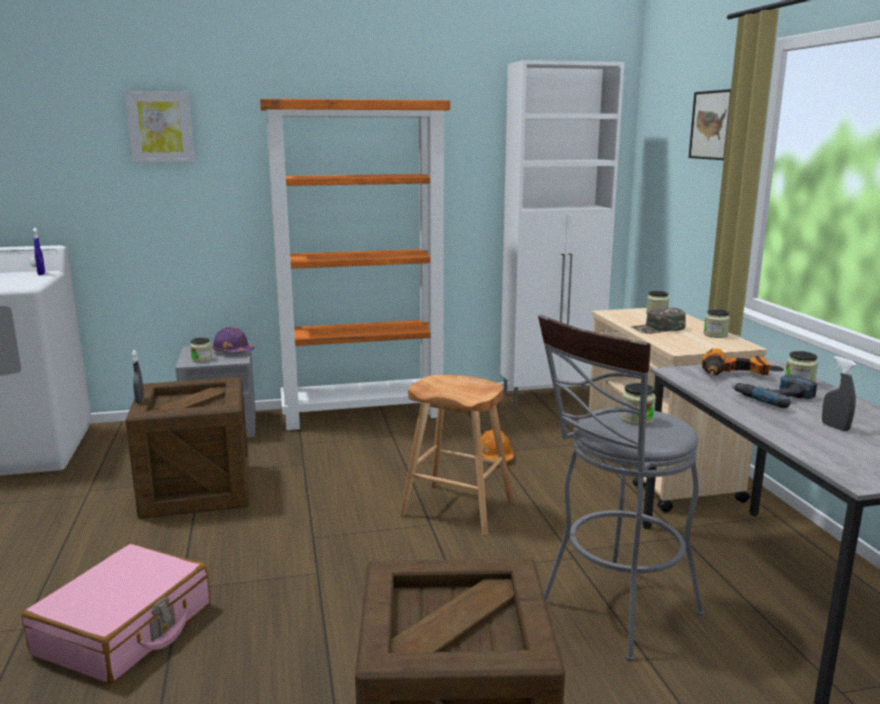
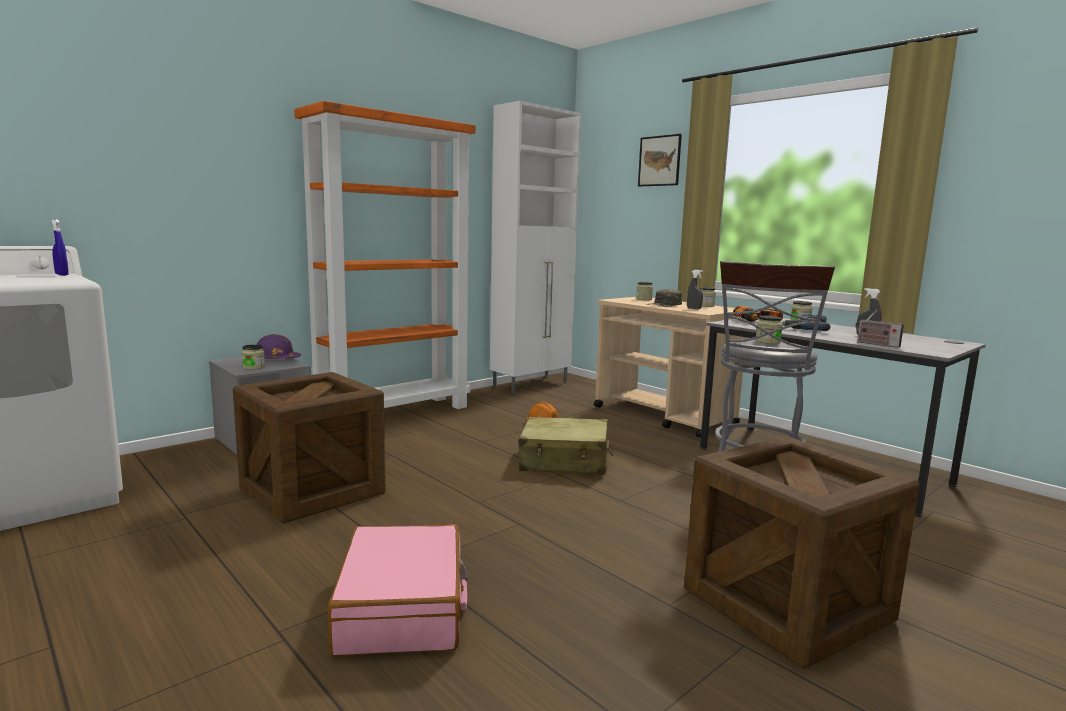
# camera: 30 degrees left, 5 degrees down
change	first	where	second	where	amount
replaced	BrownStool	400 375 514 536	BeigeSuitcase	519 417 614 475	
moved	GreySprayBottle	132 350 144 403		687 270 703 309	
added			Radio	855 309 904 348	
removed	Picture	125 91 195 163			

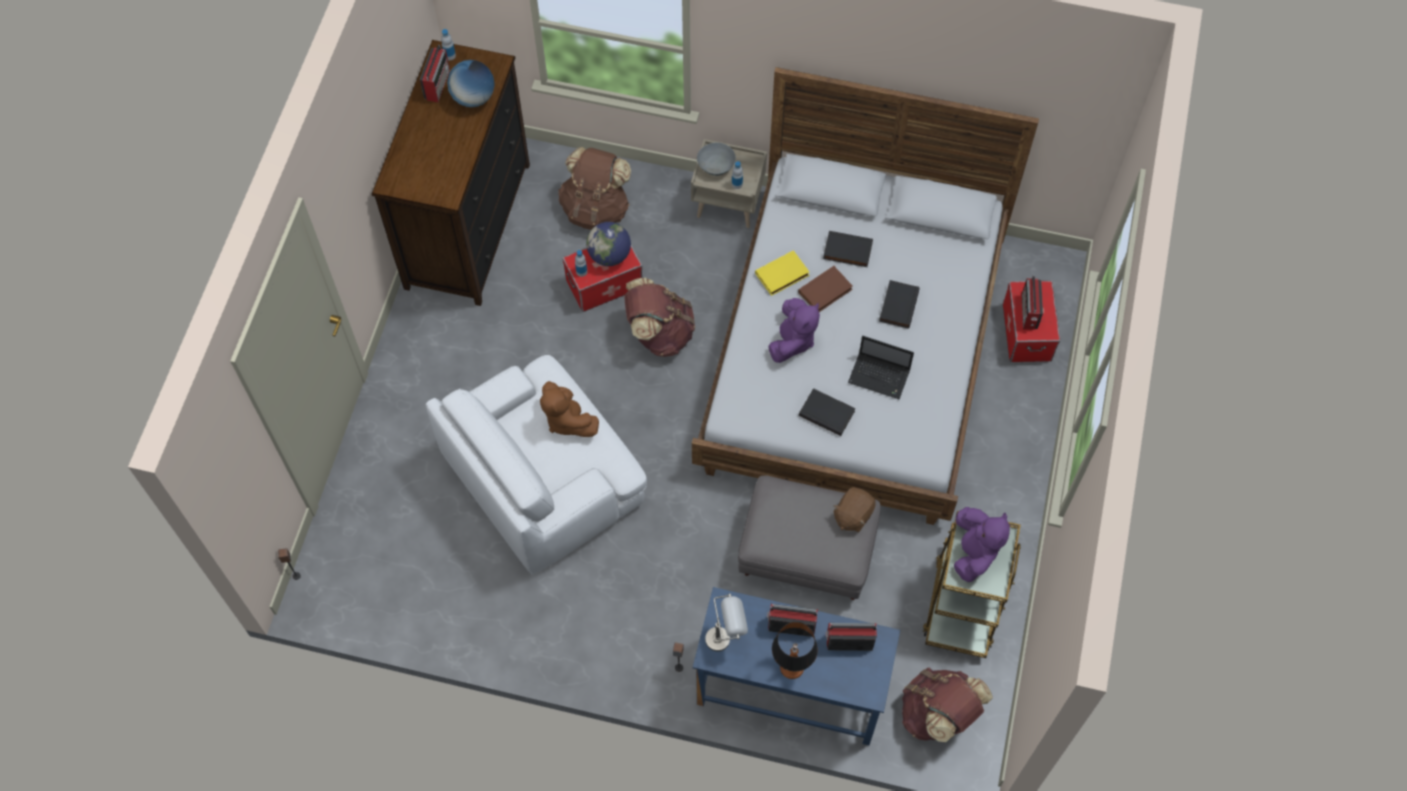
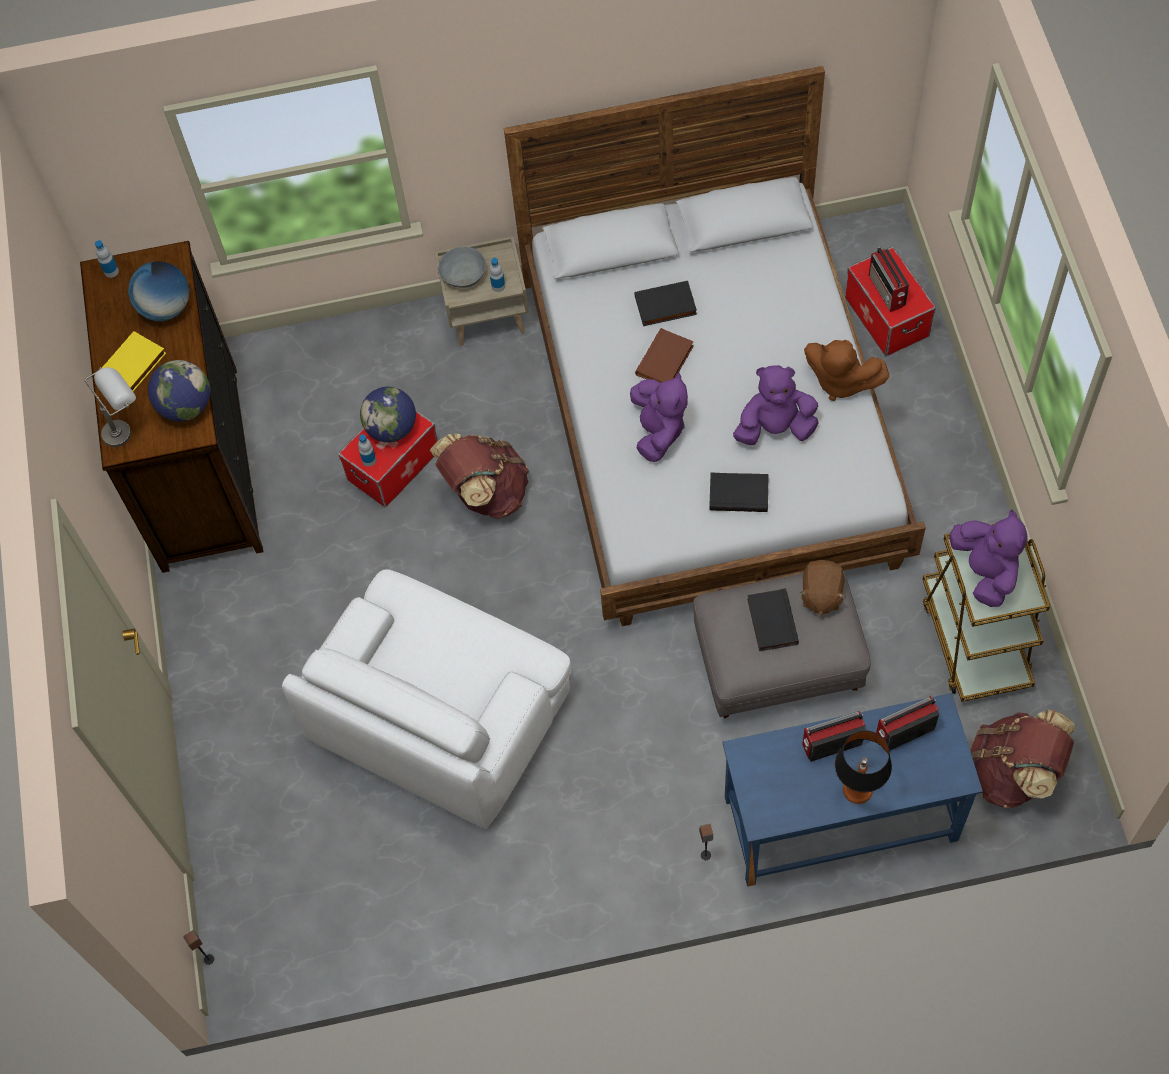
# camera: 20 degrees left, 0 degrees up
change	first	where	second	where	amount
moved	GreyTableLamp	705 593 748 651		85 367 136 447	
moved	YellowBook	755 250 810 296		102 331 166 391	
added			Globe	148 360 210 421	
replaced	Laptop	848 336 914 400	PurplePlushToy	733 365 819 445	
moved	BlackBook	879 280 920 329		747 588 799 651	
moved	BrownPlushToy	540 381 599 437		804 340 890 401	
removed	Radio	420 45 450 102			
removed	BrownBackpack	558 147 631 230			

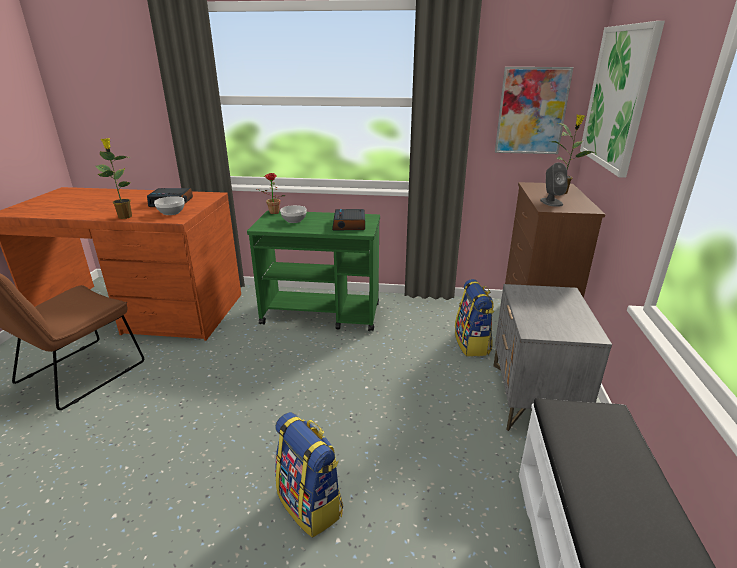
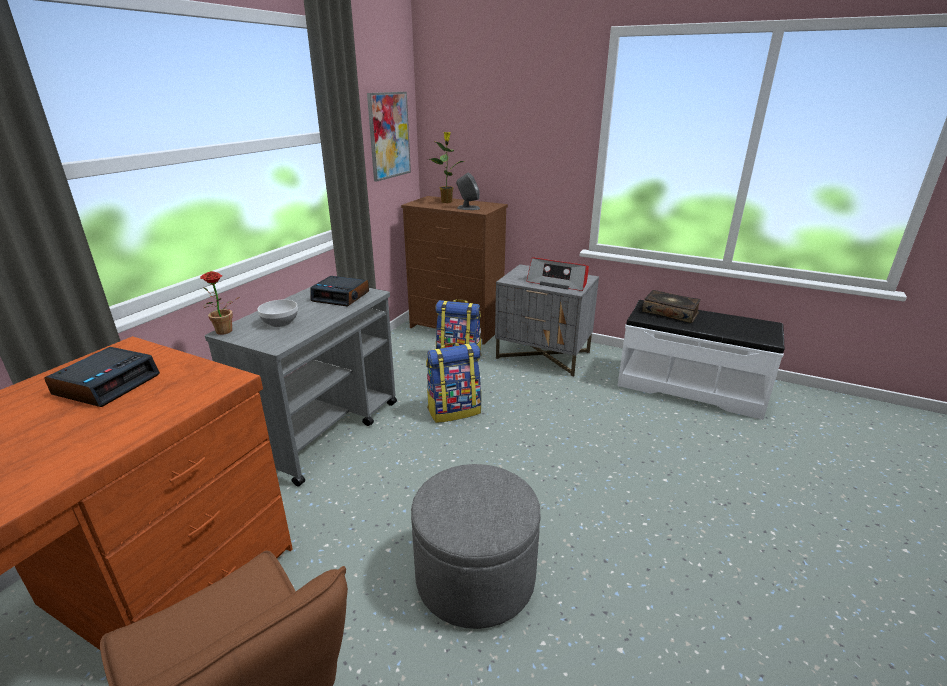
# camera: 70 degrees left, 0 degrees up
change	first	where	second	where	amount
recoloured	GreenCart	247 210 380 331	GreyCart	205 286 397 487	
added			GreyOttoman	411 464 541 629	
moved	Backpack	275 412 343 538		426 343 481 423	
added			Radio	527 258 589 291	
added			Book	642 290 701 323	
removed	PottedPlant	96 138 132 219			
removed	Bowl	154 196 185 215			
removed	Picture	580 21 665 178			

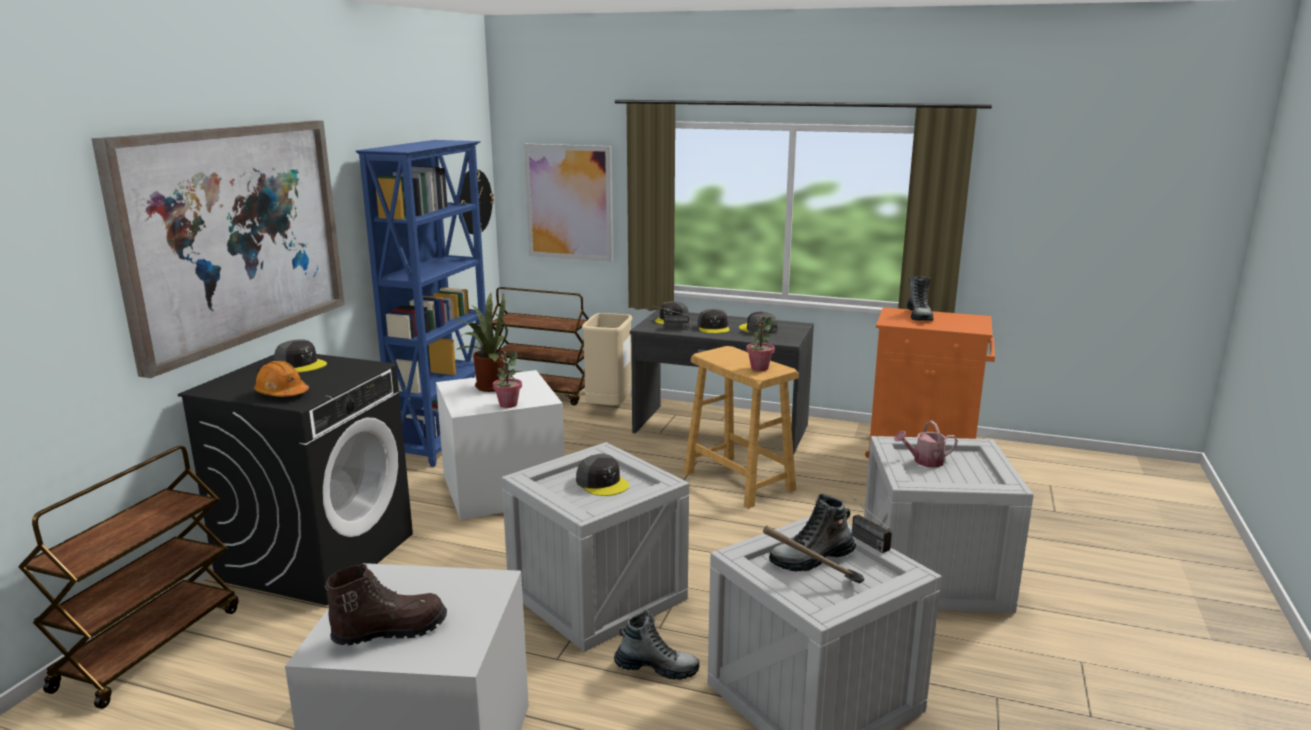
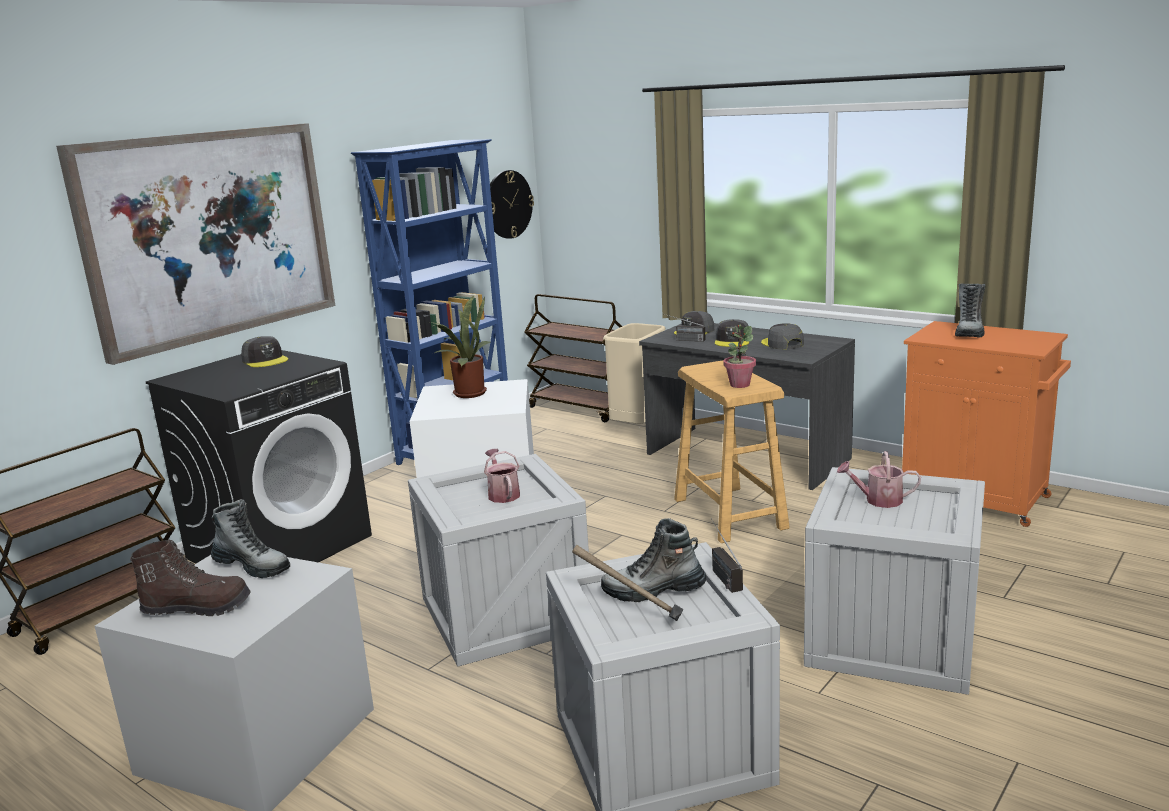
# camera: 20 degrees right, 0 degrees up
change	first	where	second	where	amount
moved	Boot	614 610 700 680		211 499 290 578	
replaced	GreyCap	576 454 629 496	WateringCan	484 449 520 503	
removed	OrangeHardHat	254 361 309 397			
removed	PottedPlant	493 351 522 408			
removed	Picture	524 144 613 262			

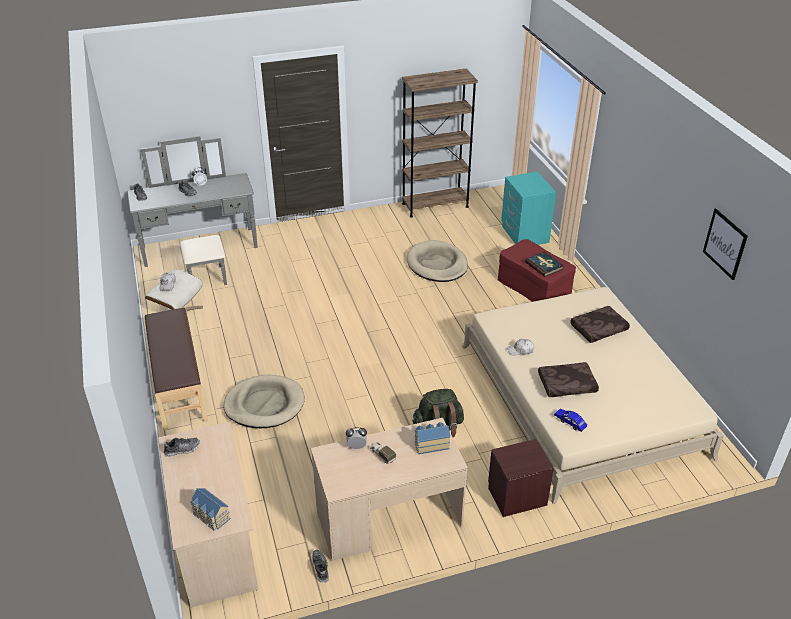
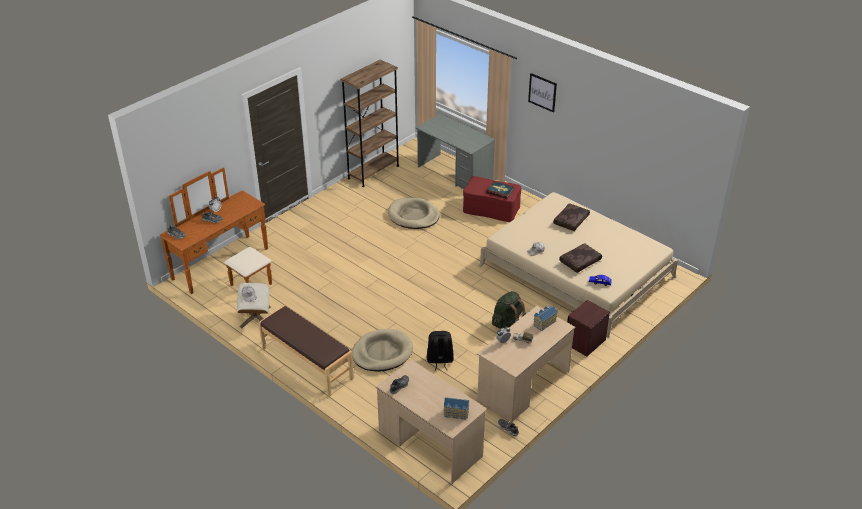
# camera: 30 degrees left, 0 degrees up
change	first	where	second	where	amount
recoloured	GreyDresser	127 136 258 285	BrownDresser	159 167 272 294	
replaced	TurquoiseNightstand	501 172 556 245	GreyDesk	416 114 495 189	
added			BlackBackpack	427 331 454 371	
moved	Picture	703 208 748 280		528 73 557 113	

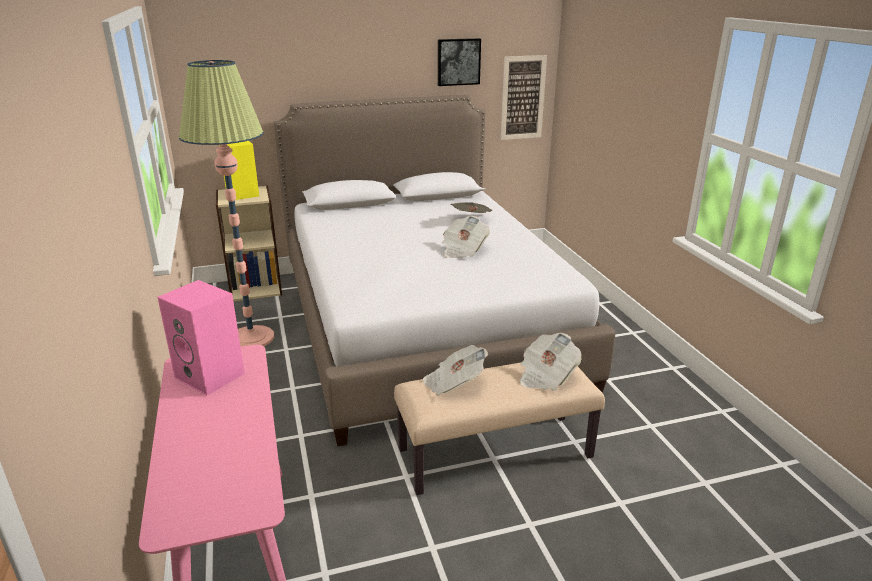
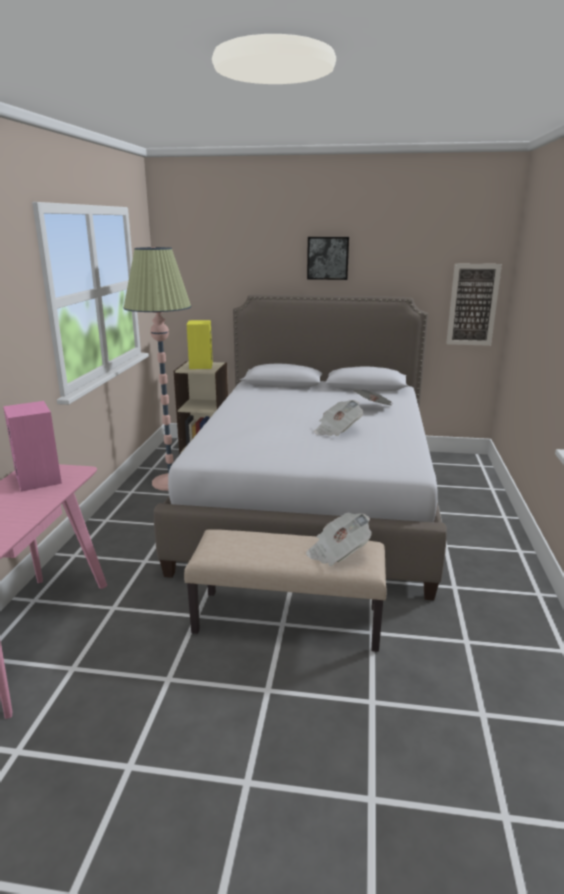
# camera: 25 degrees right, 5 degrees down
change	first	where	second	where	amount
moved	Picture	438 38 481 86		307 237 349 280	
removed	Newspaper	422 345 488 396			

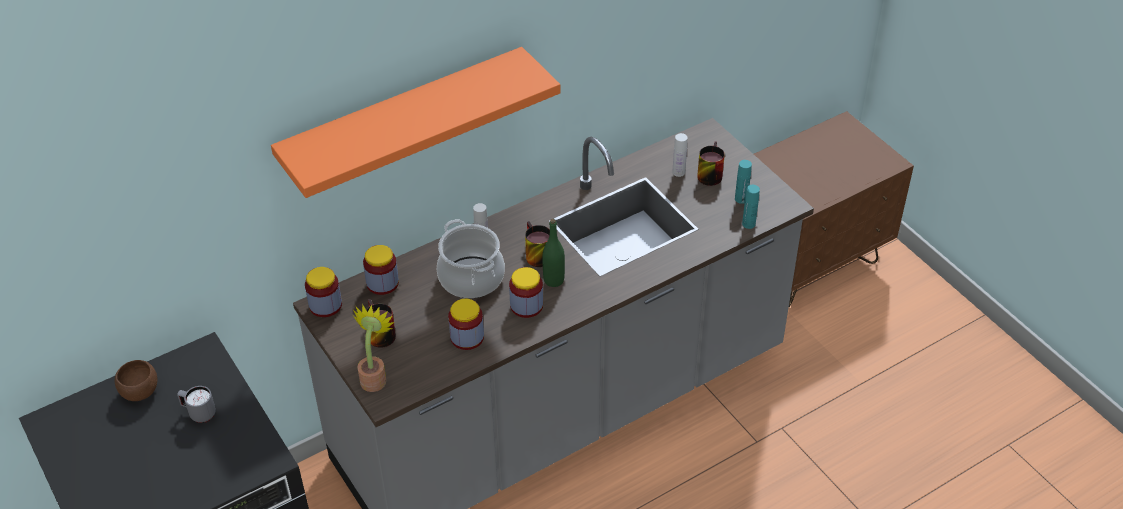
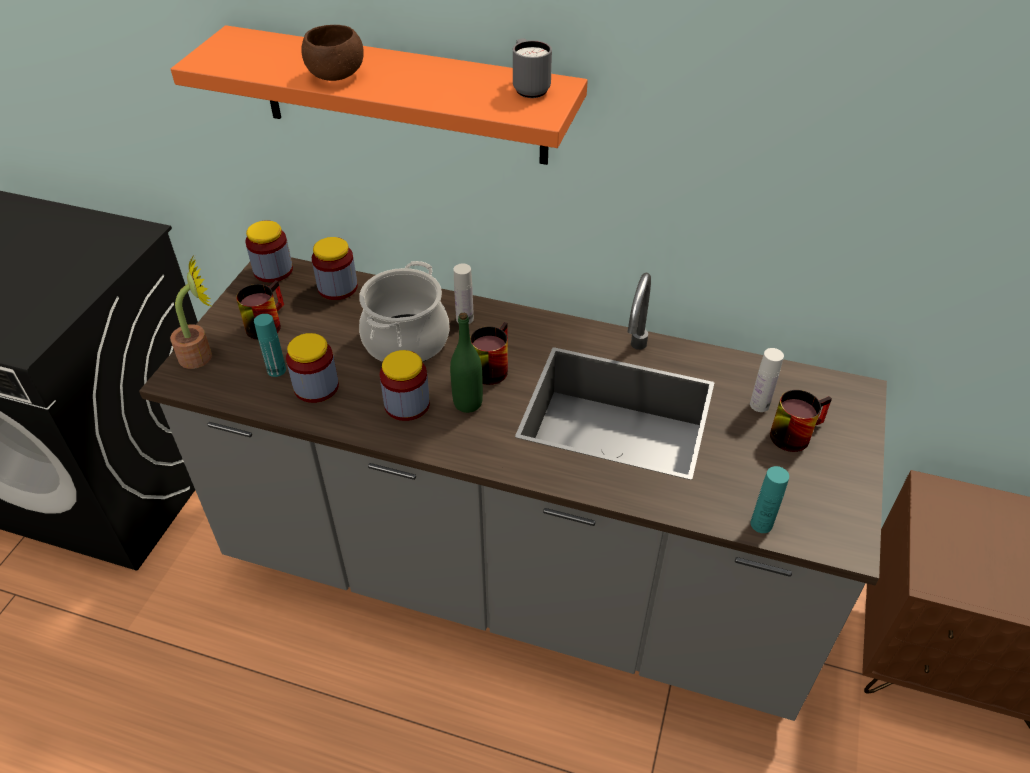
# camera: 50 degrees right, 0 degrees up
change	first	where	second	where	amount
moved	TurquoiseBottle	735 160 752 204		254 314 286 377	
moved	BrownBowl	115 360 158 401		301 25 364 81	
moved	GreyMug	177 386 216 423		513 38 552 98	

